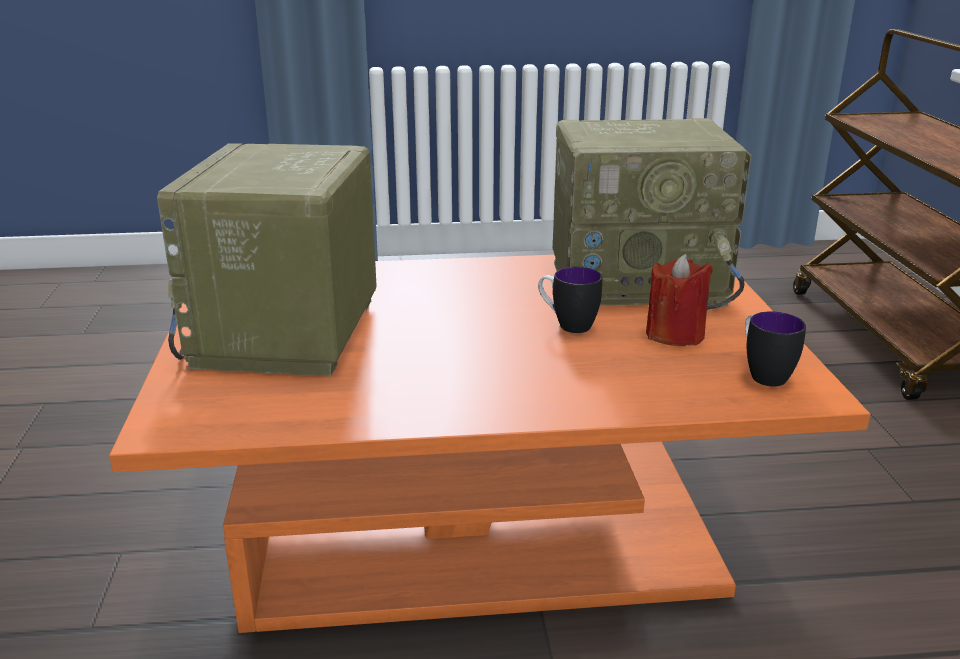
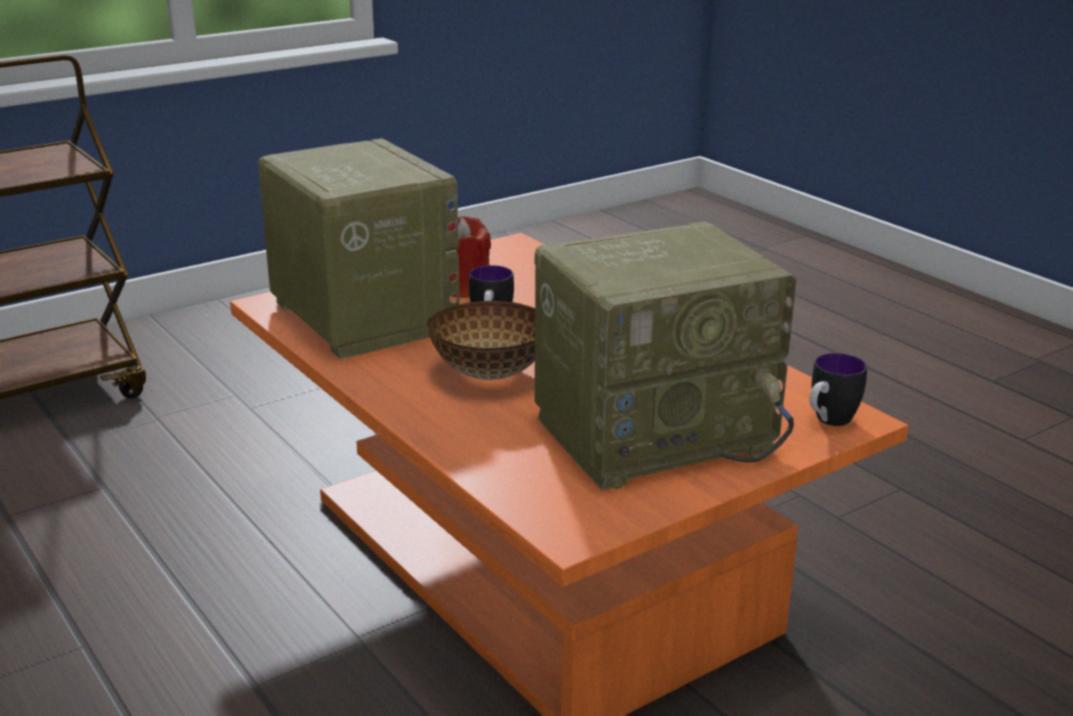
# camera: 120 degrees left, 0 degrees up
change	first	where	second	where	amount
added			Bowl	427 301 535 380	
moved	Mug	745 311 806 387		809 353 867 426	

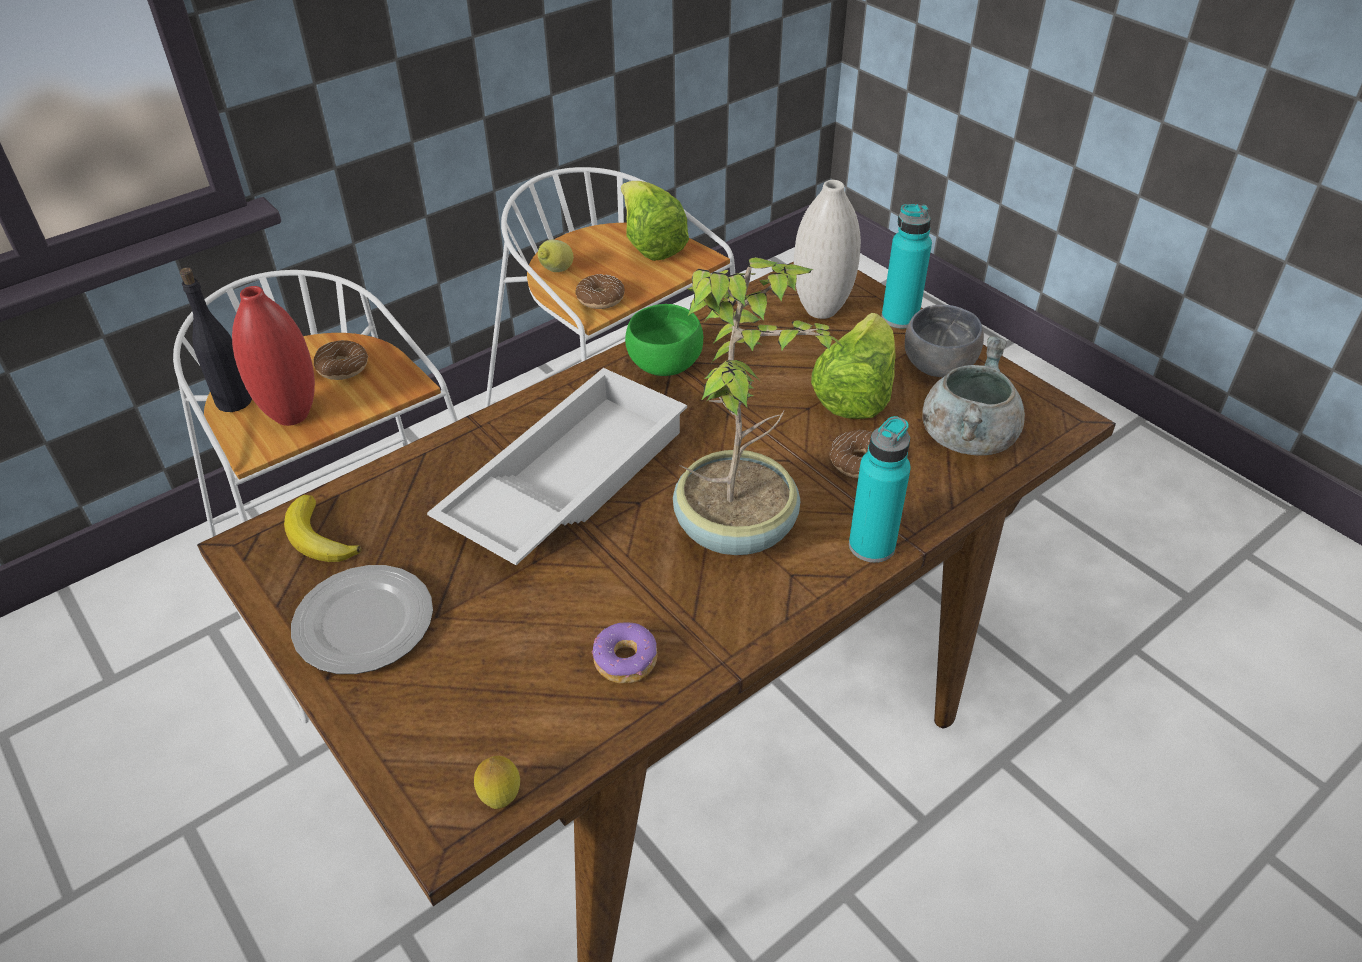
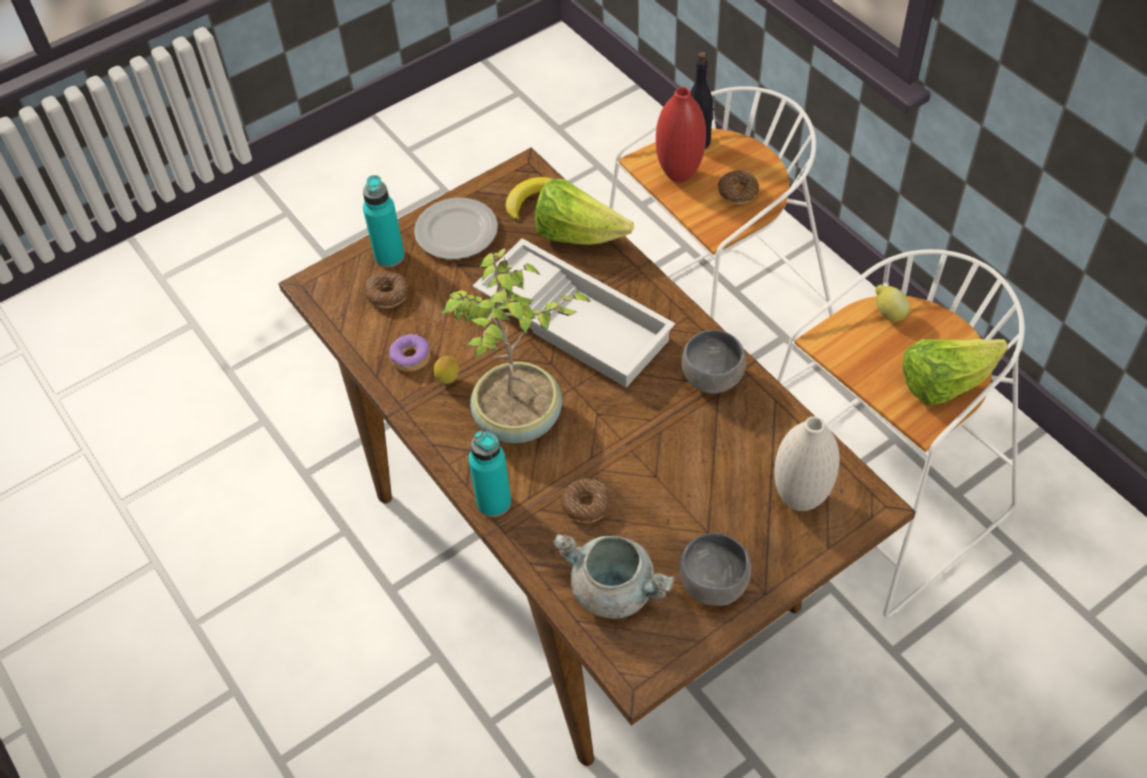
# camera: 95 degrees right, 10 degrees up
change	first	where	second	where	amount
moved	TurquoiseBottle	882 204 932 329		363 175 405 267	
moved	Donut	576 274 625 309		365 271 409 308	
moved	Lemon	474 756 520 809		434 356 459 384	
moved	Lettuce	811 313 895 419		535 179 634 245	
recoloured	GreenBowl	625 304 703 376	GreyBowl	681 330 747 394	

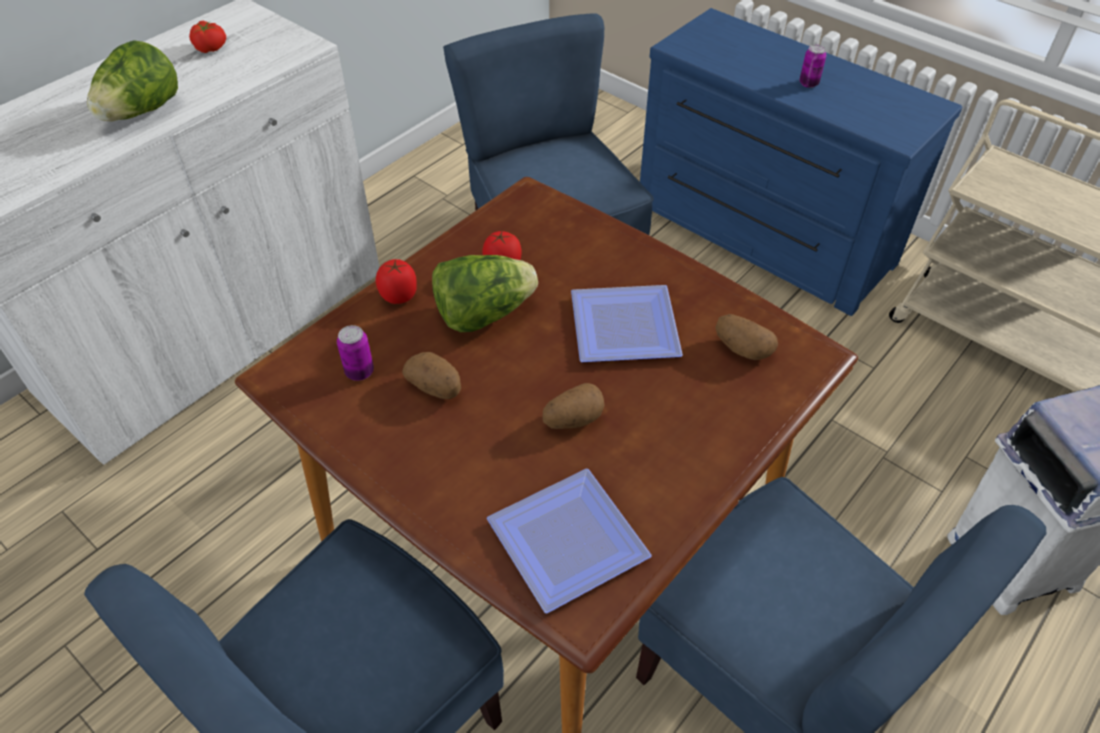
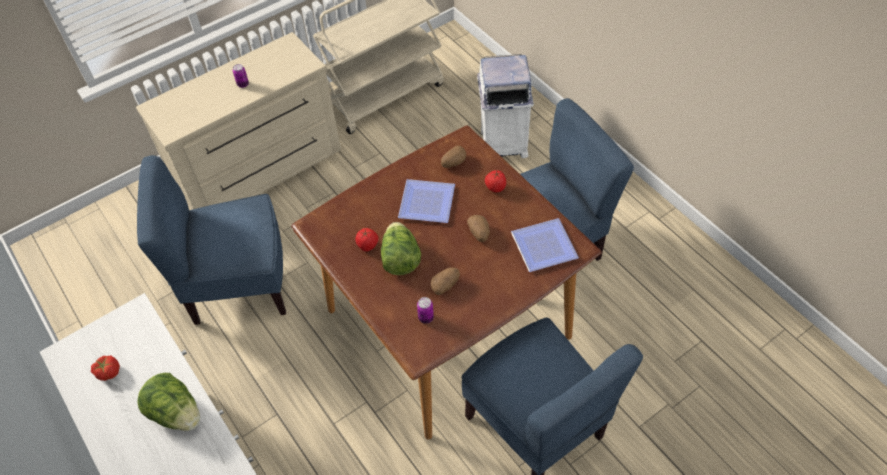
# camera: 75 degrees left, 5 degrees up
change	first	where	second	where	amount
recoloured	BlueDresser	640 8 962 316	BeigeDresser	136 32 341 210	
moved	Tomato	376 259 417 304		485 170 506 192	

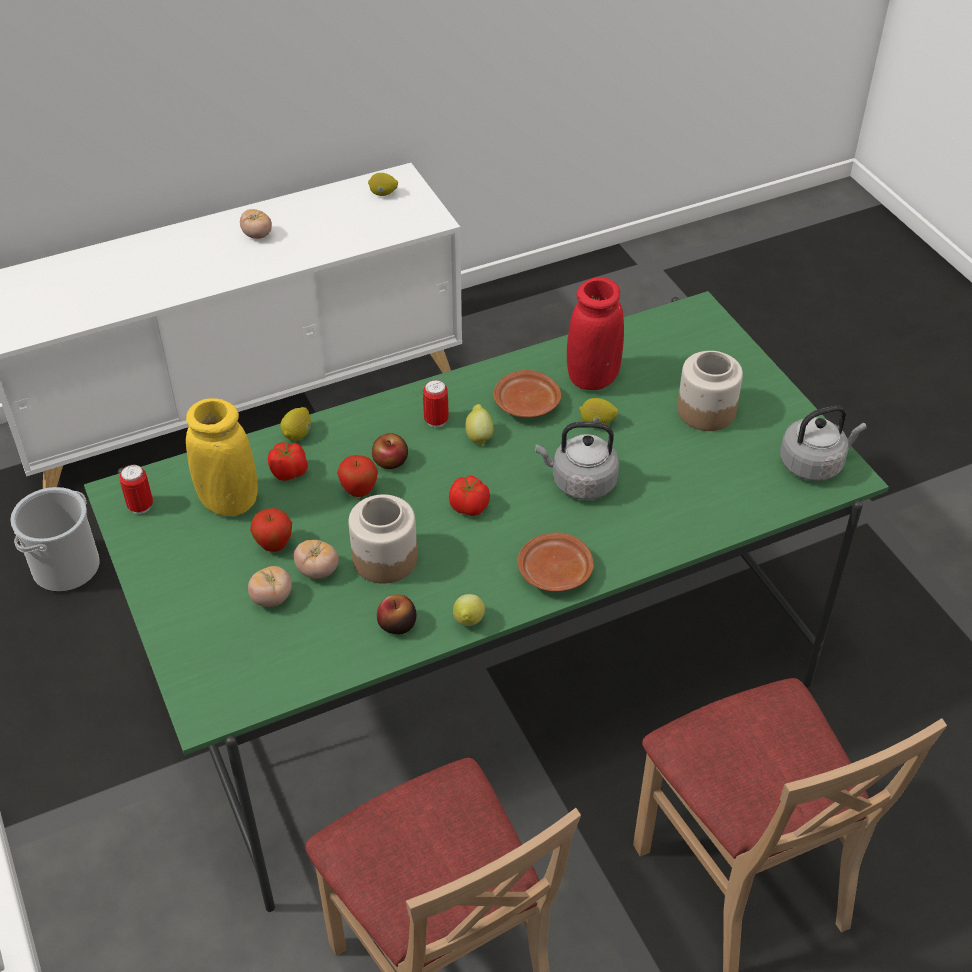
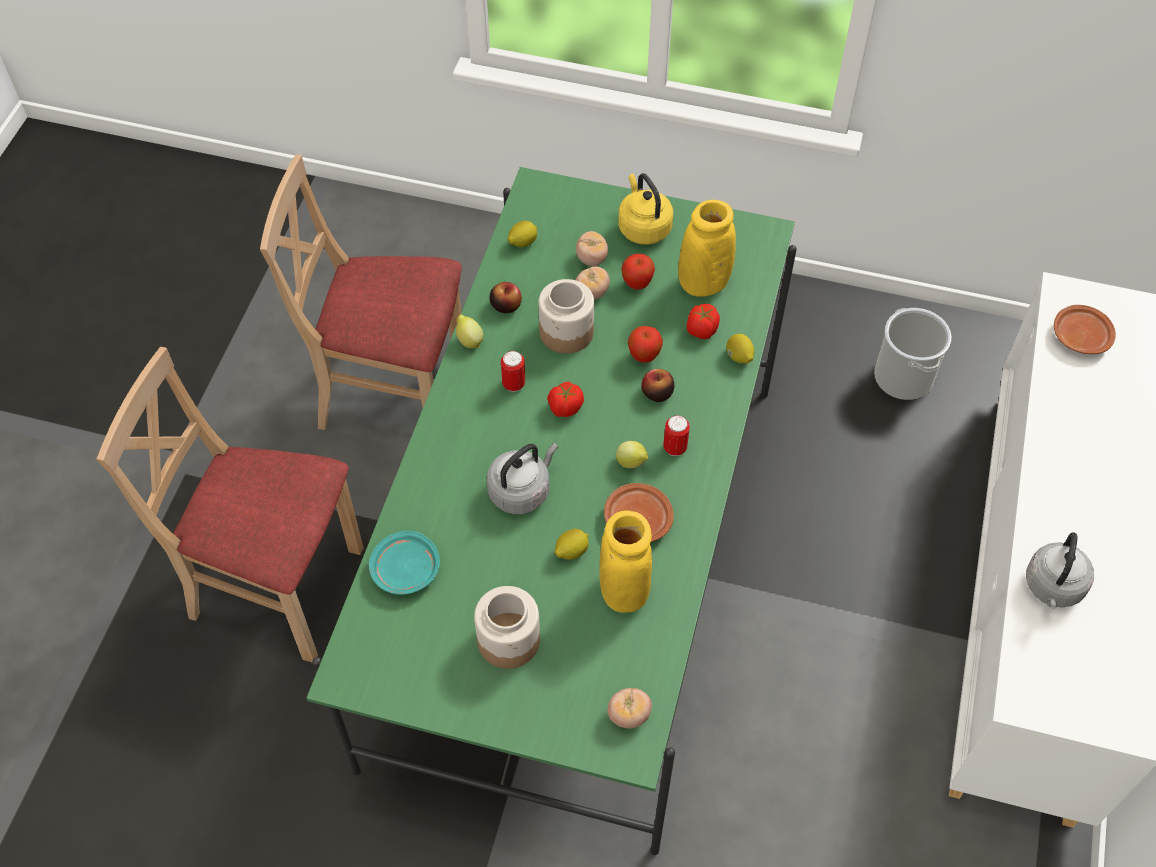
# camera: 130 degrees right, 10 degrees up
change	first	where	second	where	amount
added			TurquoisePlate	369 531 440 595	
moved	Can	119 465 153 514		501 351 525 392	
moved	Lemon	368 173 398 196		507 221 537 247	
recoloured	RedVase	567 277 624 390	YellowVase	599 510 652 613	
moved	Tomato	240 209 272 239		608 688 652 729	
added			YellowKettle	618 173 673 245	
moved	GreyKettle	780 405 867 481		1026 532 1094 608	
moved	BrownPlate	518 532 594 592		1054 305 1116 354	

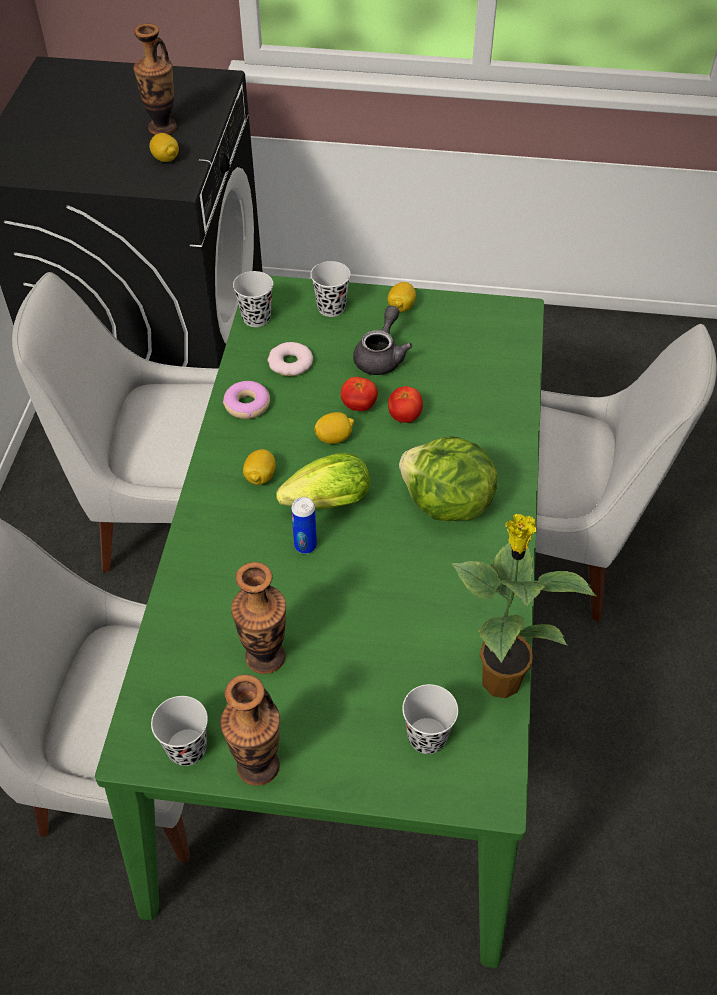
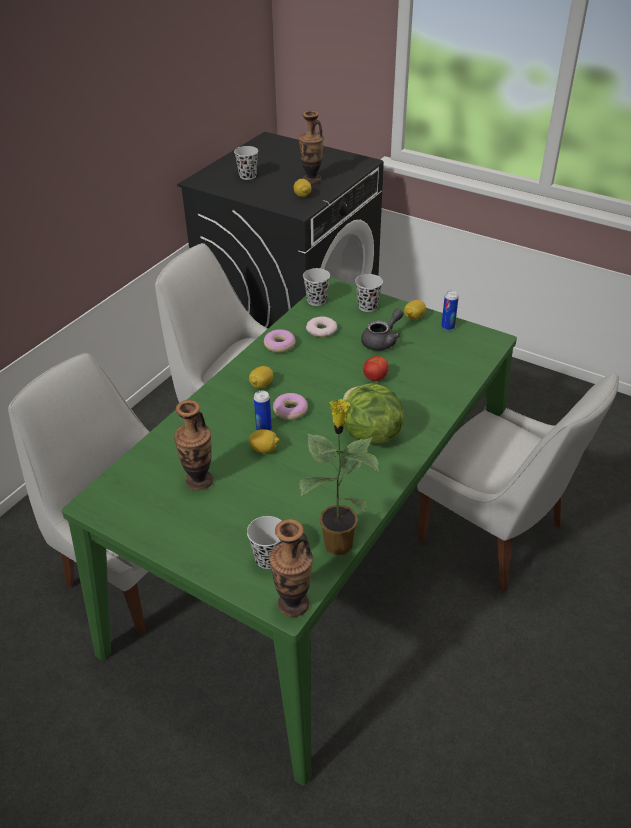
# camera: 25 degrees right, 10 degrees down
change	first	where	second	where	amount
moved	BlackCup	151 696 208 766		234 146 258 180	
moved	Lemon	314 412 354 444		249 429 280 453	
moved	Vase	220 674 280 786		269 519 313 617	
replaced	Lettuce	277 452 370 509	Donut	273 393 308 420	
added			Can	441 291 459 331	
removed	Tomato	341 377 378 411			

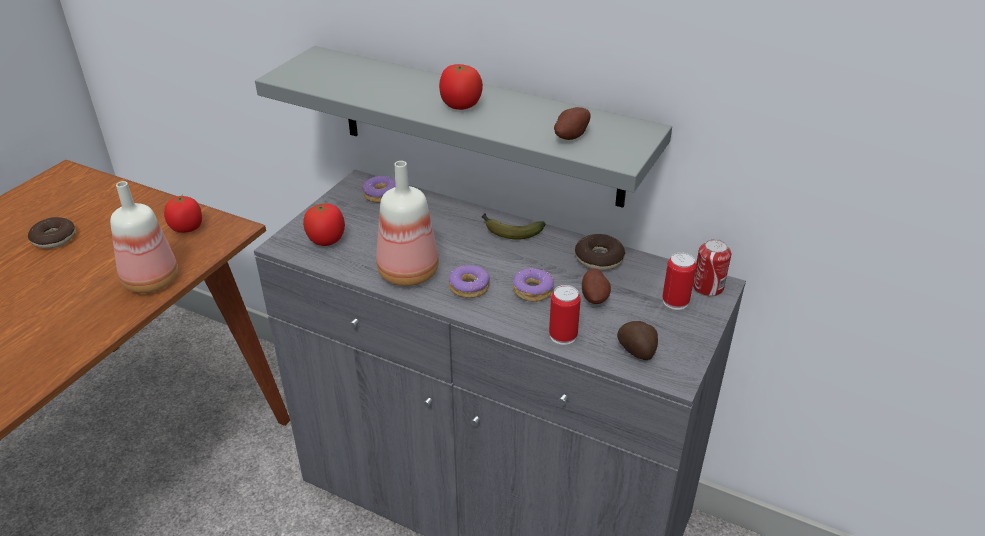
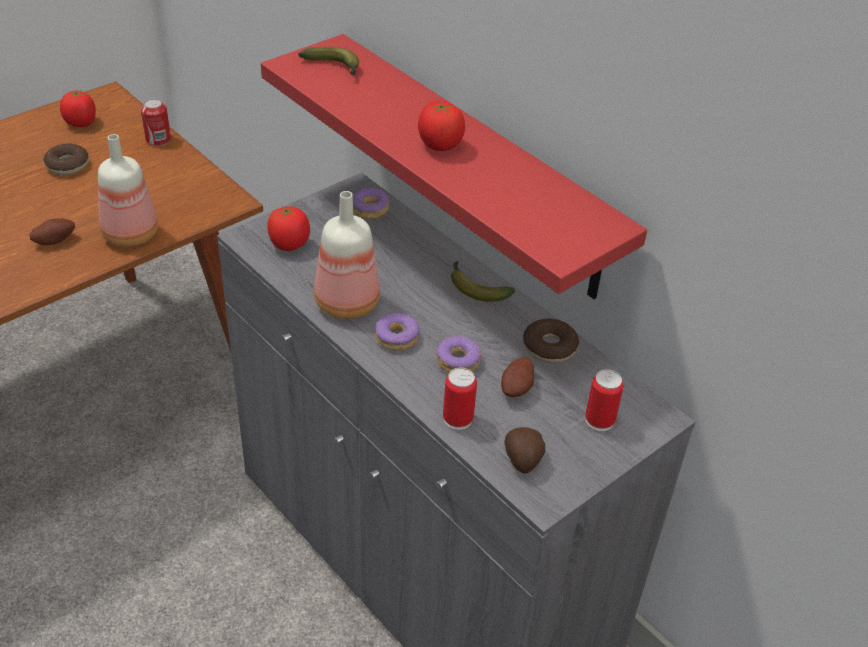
# camera: 20 degrees right, 5 degrees up
change	first	where	second	where	amount
moved	Potato	554 107 591 140		29 218 75 245	
moved	Tomato	164 194 202 233		60 90 96 127	
moved	Can	693 239 731 297		141 99 171 146	
recoloured	GreyShelf	255 46 672 208	RedShelf	261 34 647 299	
added			Banana	298 47 359 76	

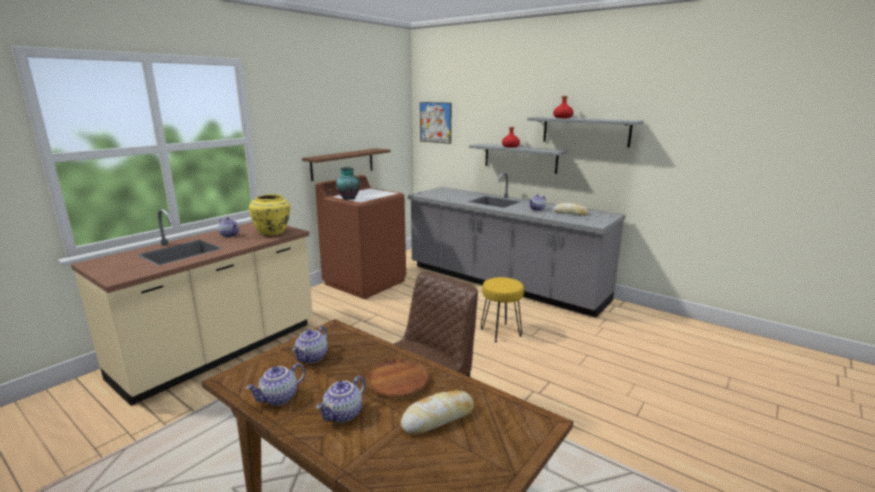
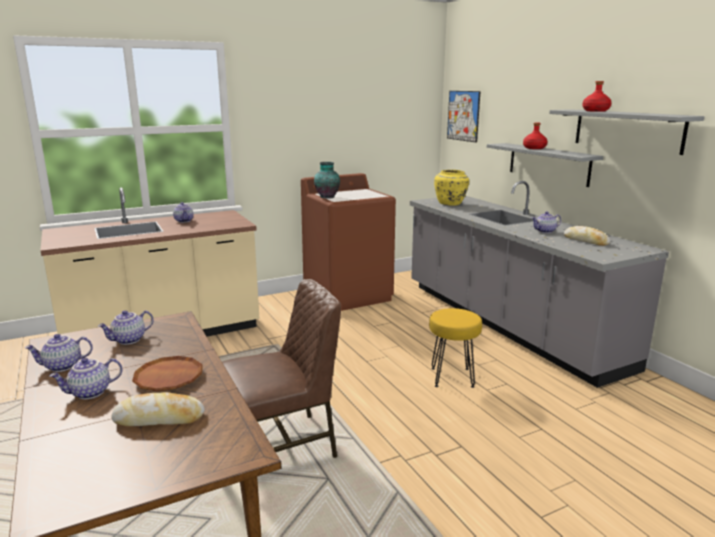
# camera: 25 degrees right, 0 degrees up
change	first	where	second	where	amount
moved	YellowVase	249 194 290 235		434 170 469 206	
removed	BrownShelf	302 148 391 181			

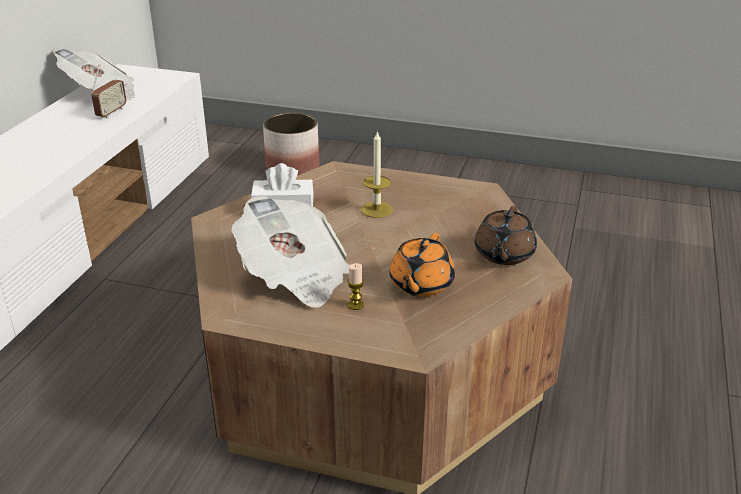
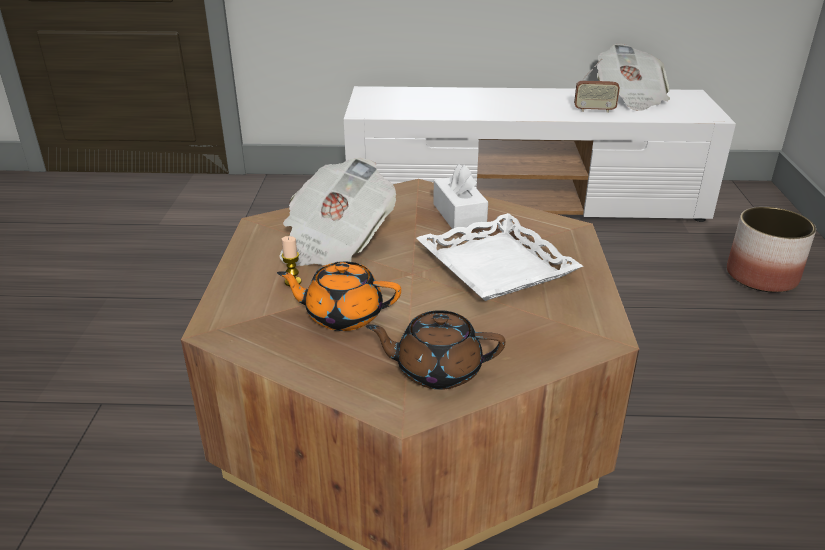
# camera: 75 degrees right, 0 degrees up
change	first	where	second	where	amount
replaced	Candle	361 130 393 218	WhiteTray	416 213 583 301	

